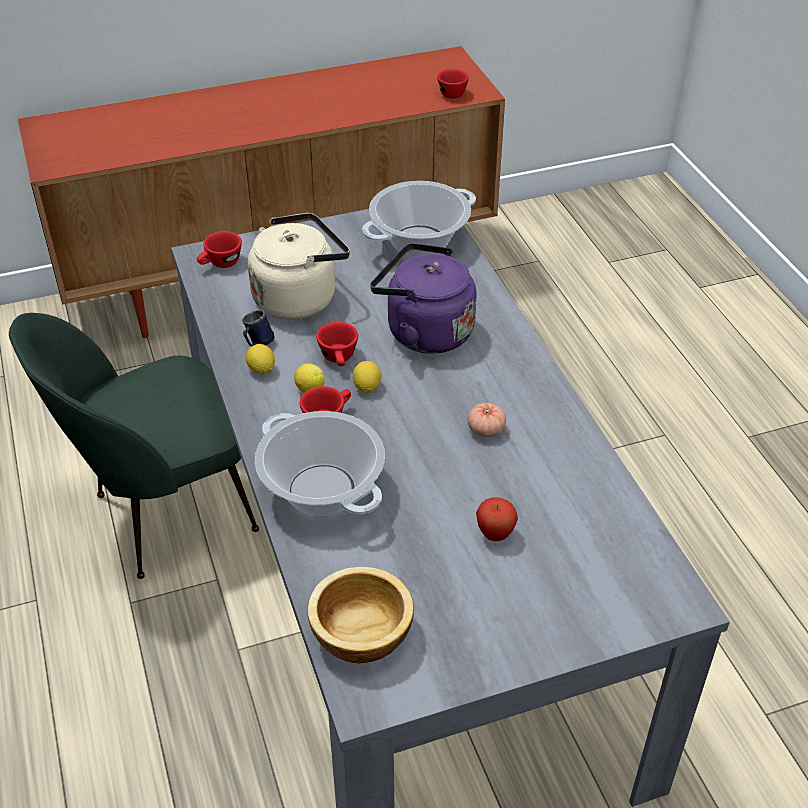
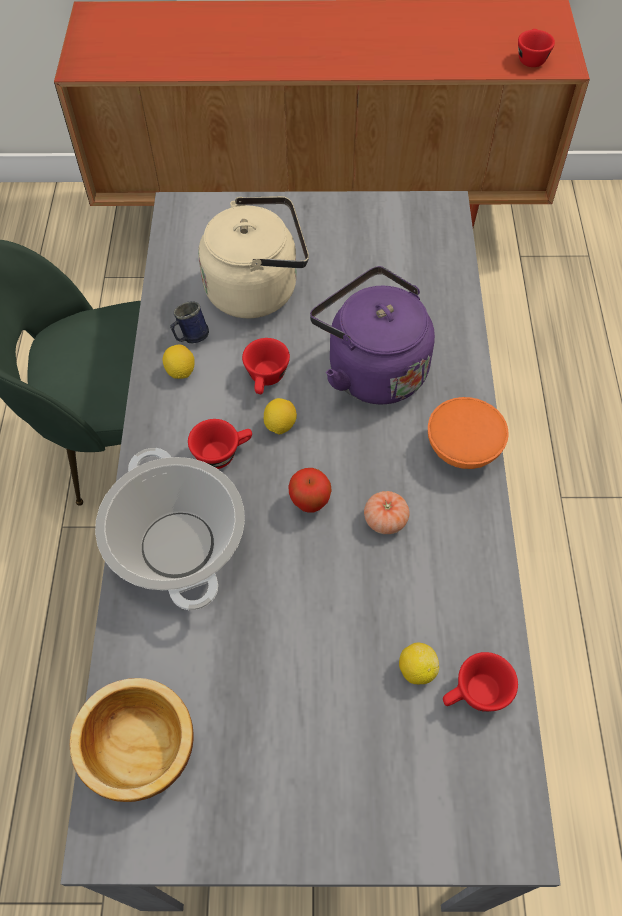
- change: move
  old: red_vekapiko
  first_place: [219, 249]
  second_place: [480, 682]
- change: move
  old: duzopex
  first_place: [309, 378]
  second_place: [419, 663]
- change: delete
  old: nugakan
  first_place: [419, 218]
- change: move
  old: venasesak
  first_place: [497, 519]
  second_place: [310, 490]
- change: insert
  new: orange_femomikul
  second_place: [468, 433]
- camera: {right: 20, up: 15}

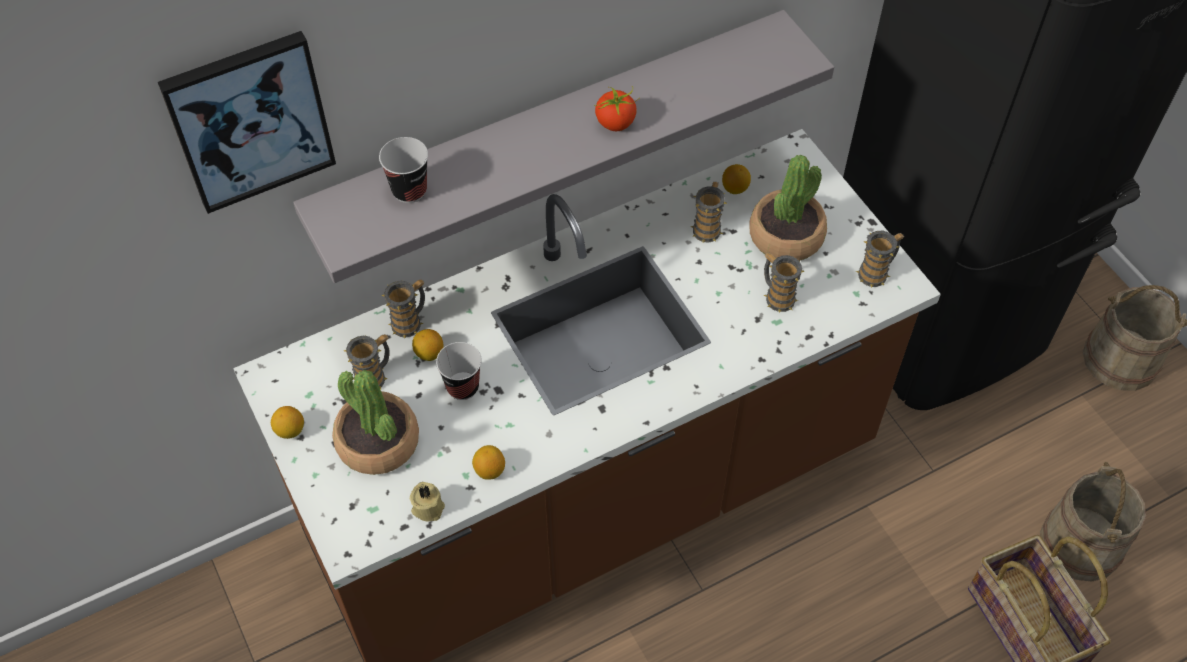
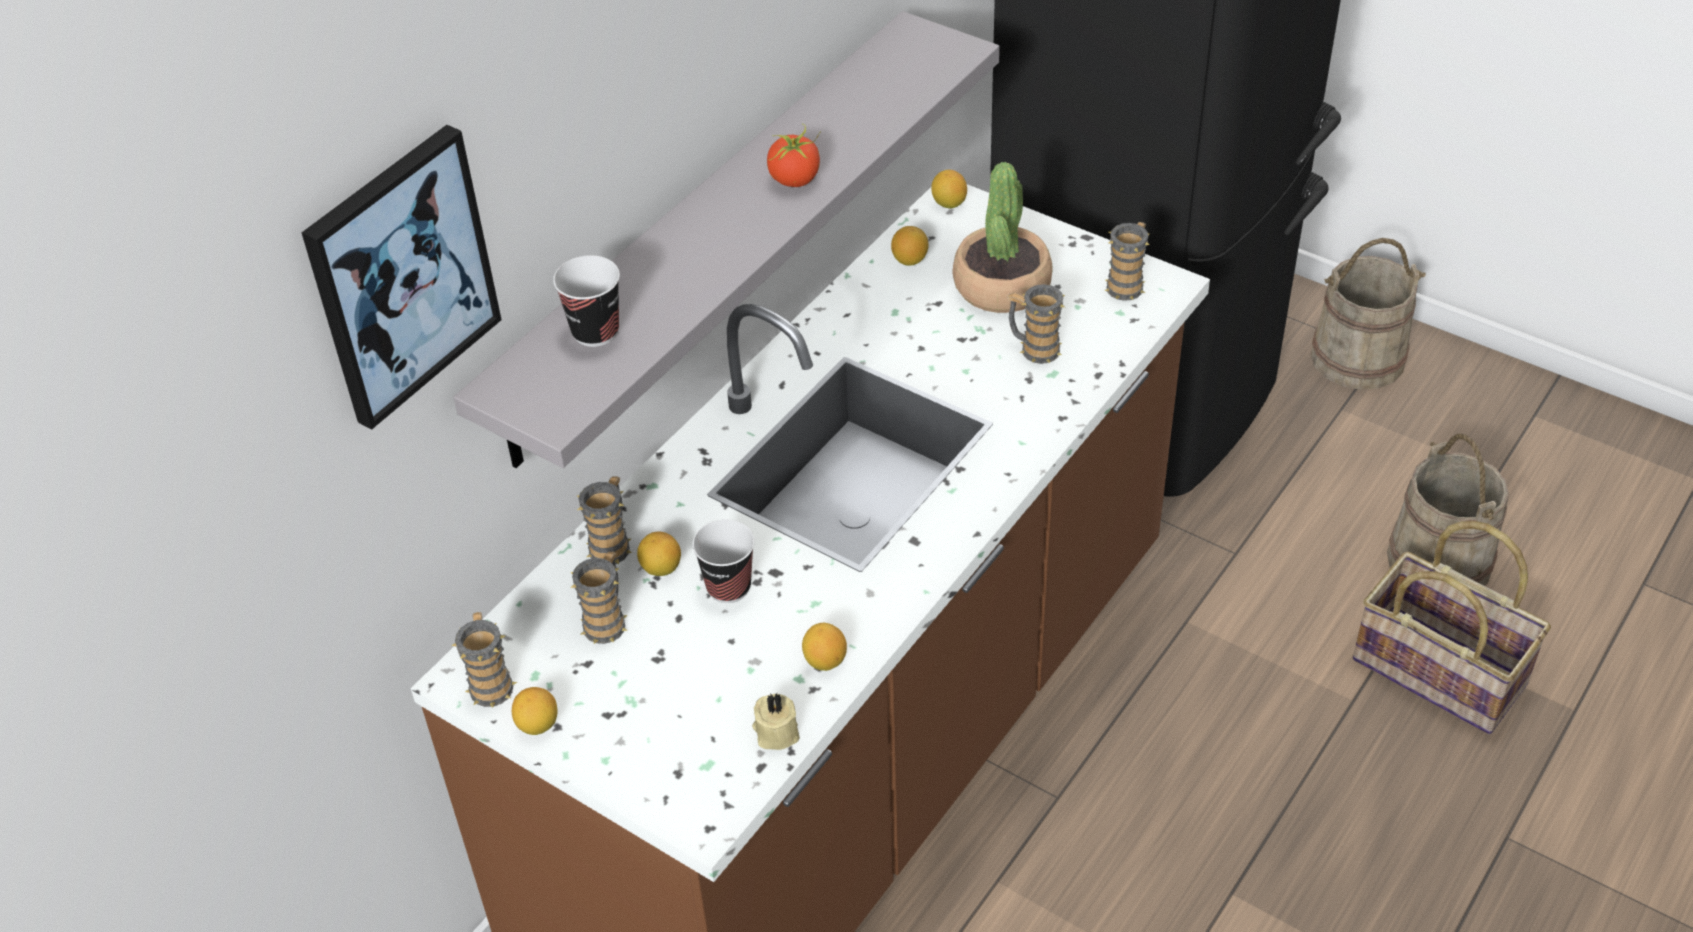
- change: delete
  old: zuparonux
  first_place: [375, 422]
- change: move
  old: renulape
  first_place: [709, 212]
  second_place: [484, 660]
- change: insert
  new: duzopex
  second_place: [949, 189]
- camera: {right: -25, up: -10}

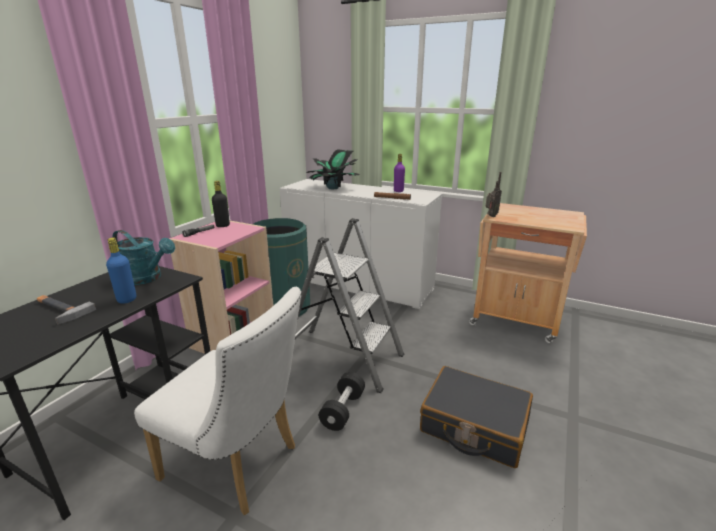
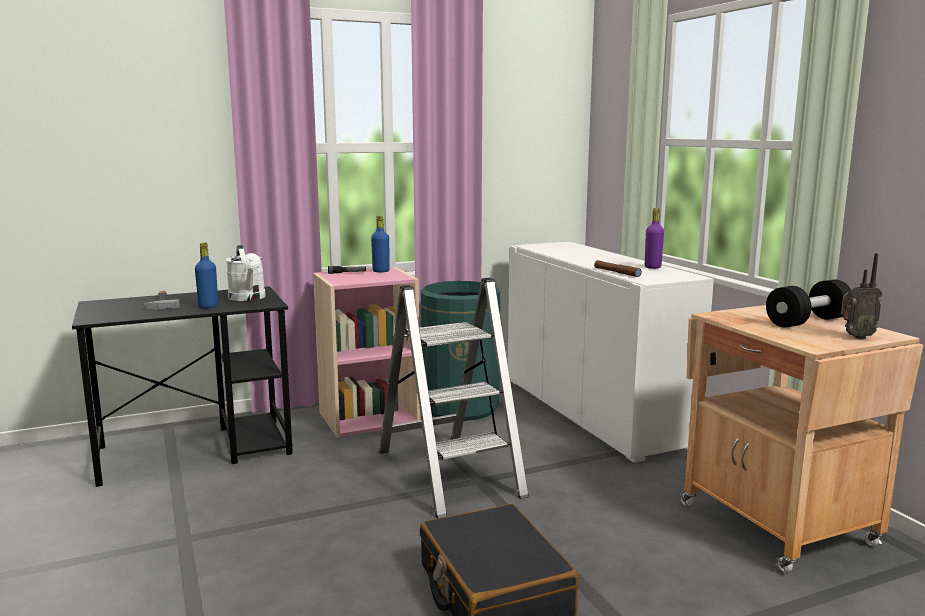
- change: recolor
  old: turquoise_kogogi
  new: white_kogogi
  first_place: [143, 257]
  second_place: [246, 273]
- change: delete
  old: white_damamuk
  first_place: [218, 401]
- change: recolor
  old: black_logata
  new: blue_logata
  first_place: [221, 204]
  second_place: [380, 244]
- change: delete
  old: zuparonux
  first_place: [333, 169]
- change: move
  old: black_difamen
  first_place: [342, 401]
  second_place: [808, 303]
- change: move
  old: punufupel
  first_place: [494, 194]
  second_place: [861, 296]
- camera: {right: 40, up: -10}

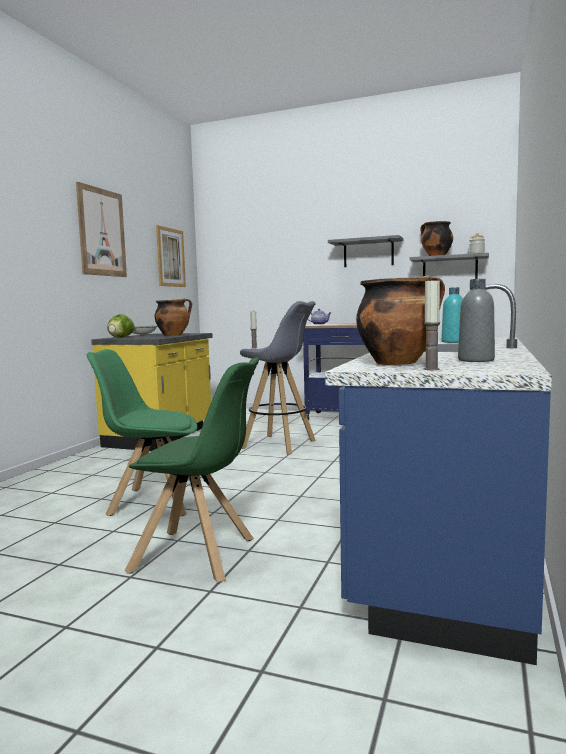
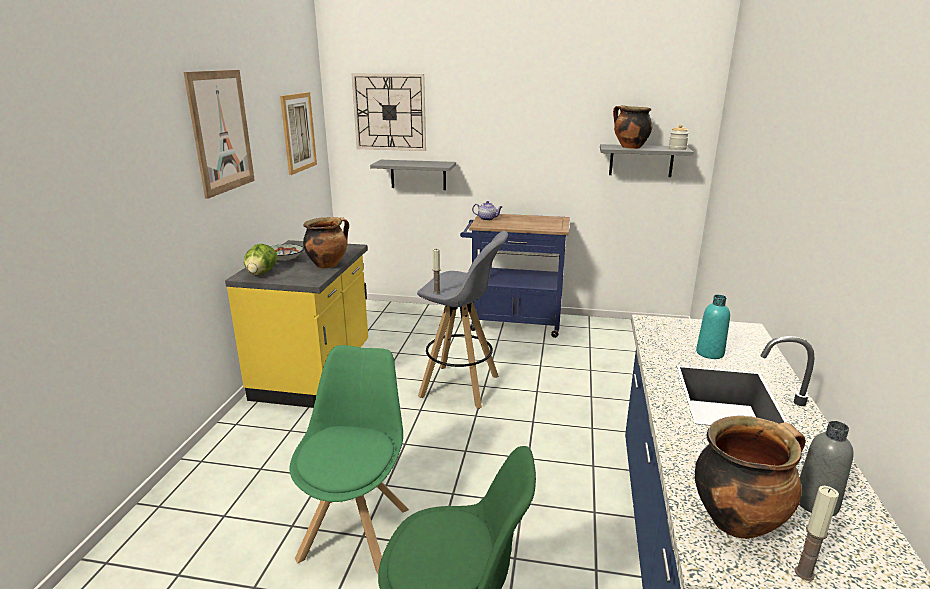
- change: rotate
  old: green_damamuk
  first_place: [145, 432]
  second_place: [349, 459]
  degrees: 105
- change: move
  old: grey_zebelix
  first_place: [365, 251]
  second_place: [413, 175]
- change: insert
  new: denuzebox
  second_place: [389, 112]
- camera: {right: -10, up: 15}

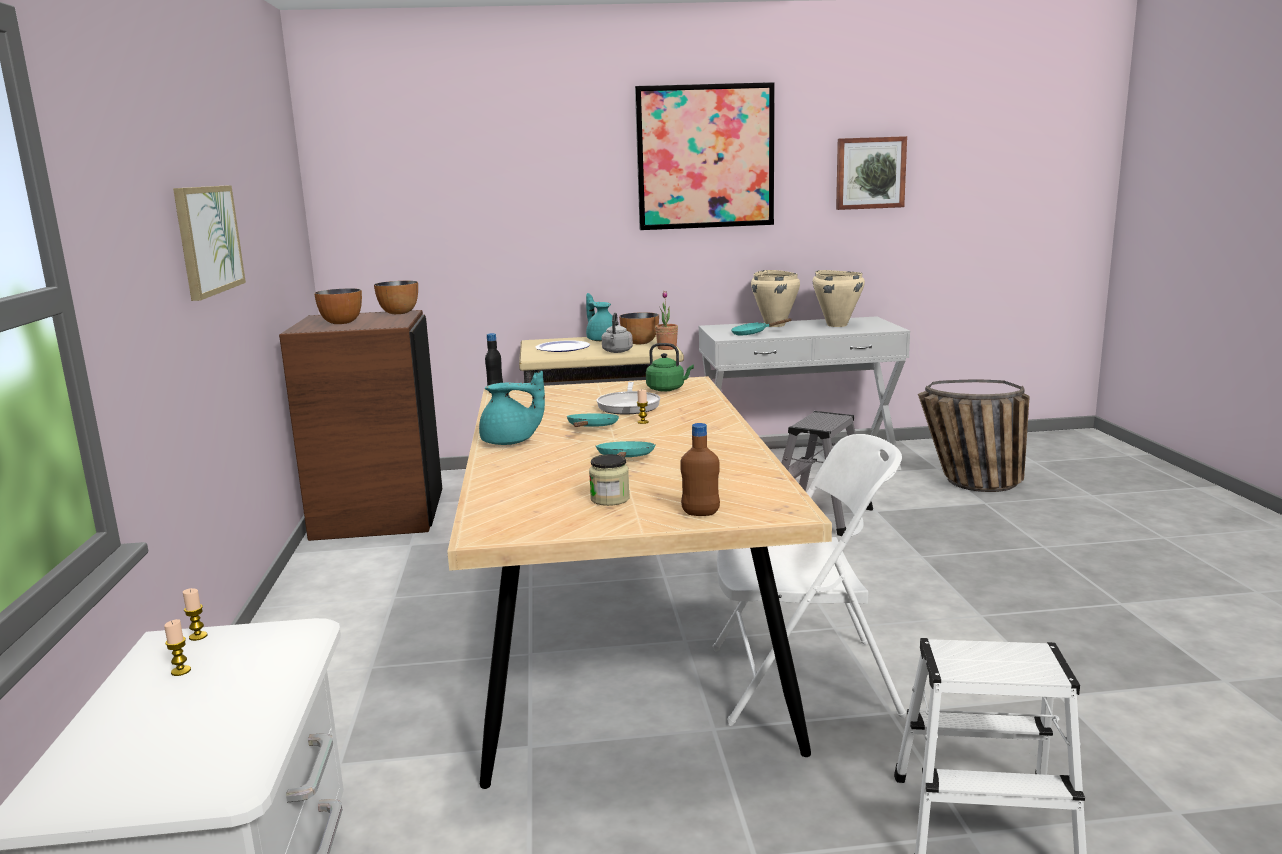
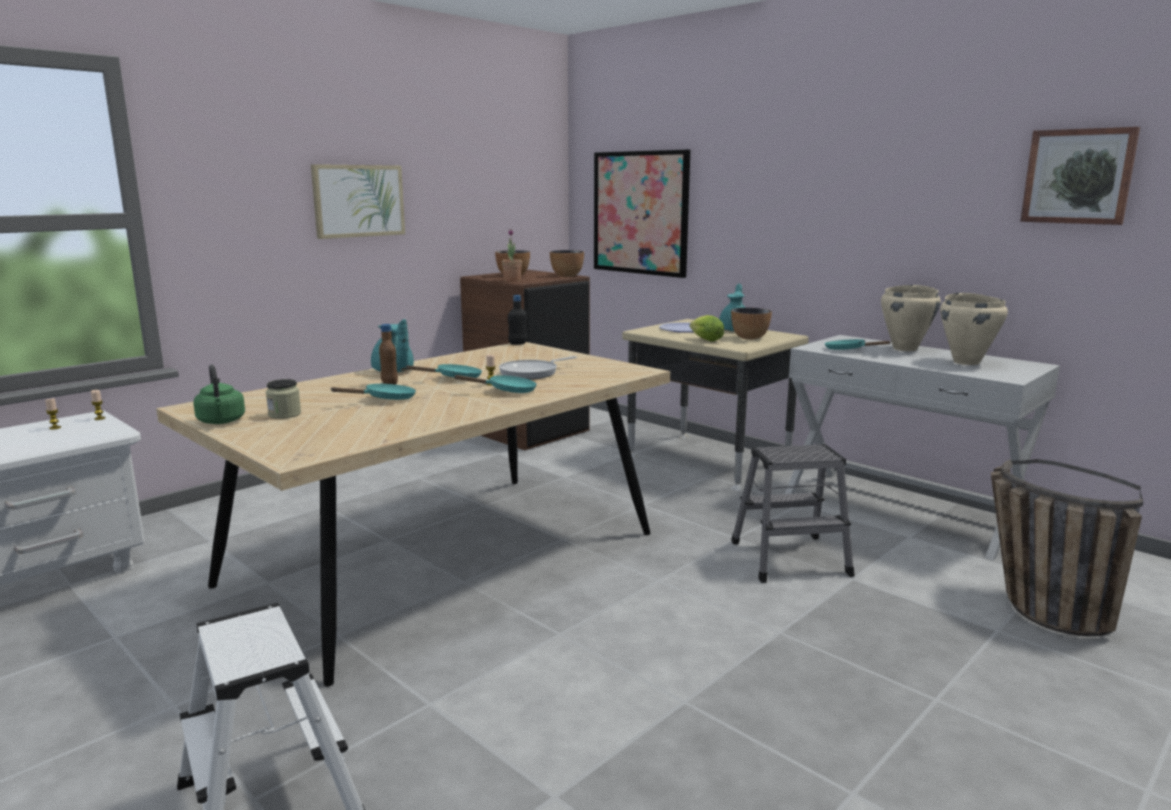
- change: replace
  old: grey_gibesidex
  new: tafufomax
  first_place: [617, 333]
  second_place: [707, 328]
- change: move
  old: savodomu
  first_place: [705, 156]
  second_place: [642, 213]
- change: move
  old: green_gibesidex
  first_place: [670, 367]
  second_place: [219, 394]
- change: move
  old: zuparonux
  first_place: [666, 320]
  second_place: [512, 255]
- change: move
  old: brown_logata
  first_place: [700, 469]
  second_place: [388, 354]
- change: delete
  old: white_damamuk
  first_place: [809, 580]
- change: insert
  new: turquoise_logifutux
  second_place: [495, 384]
- camera: {right: 50, up: 0}

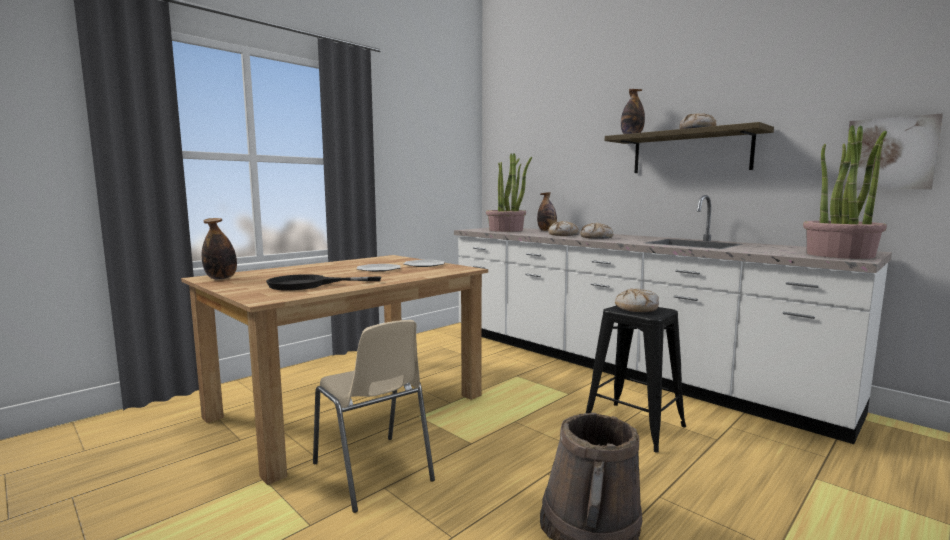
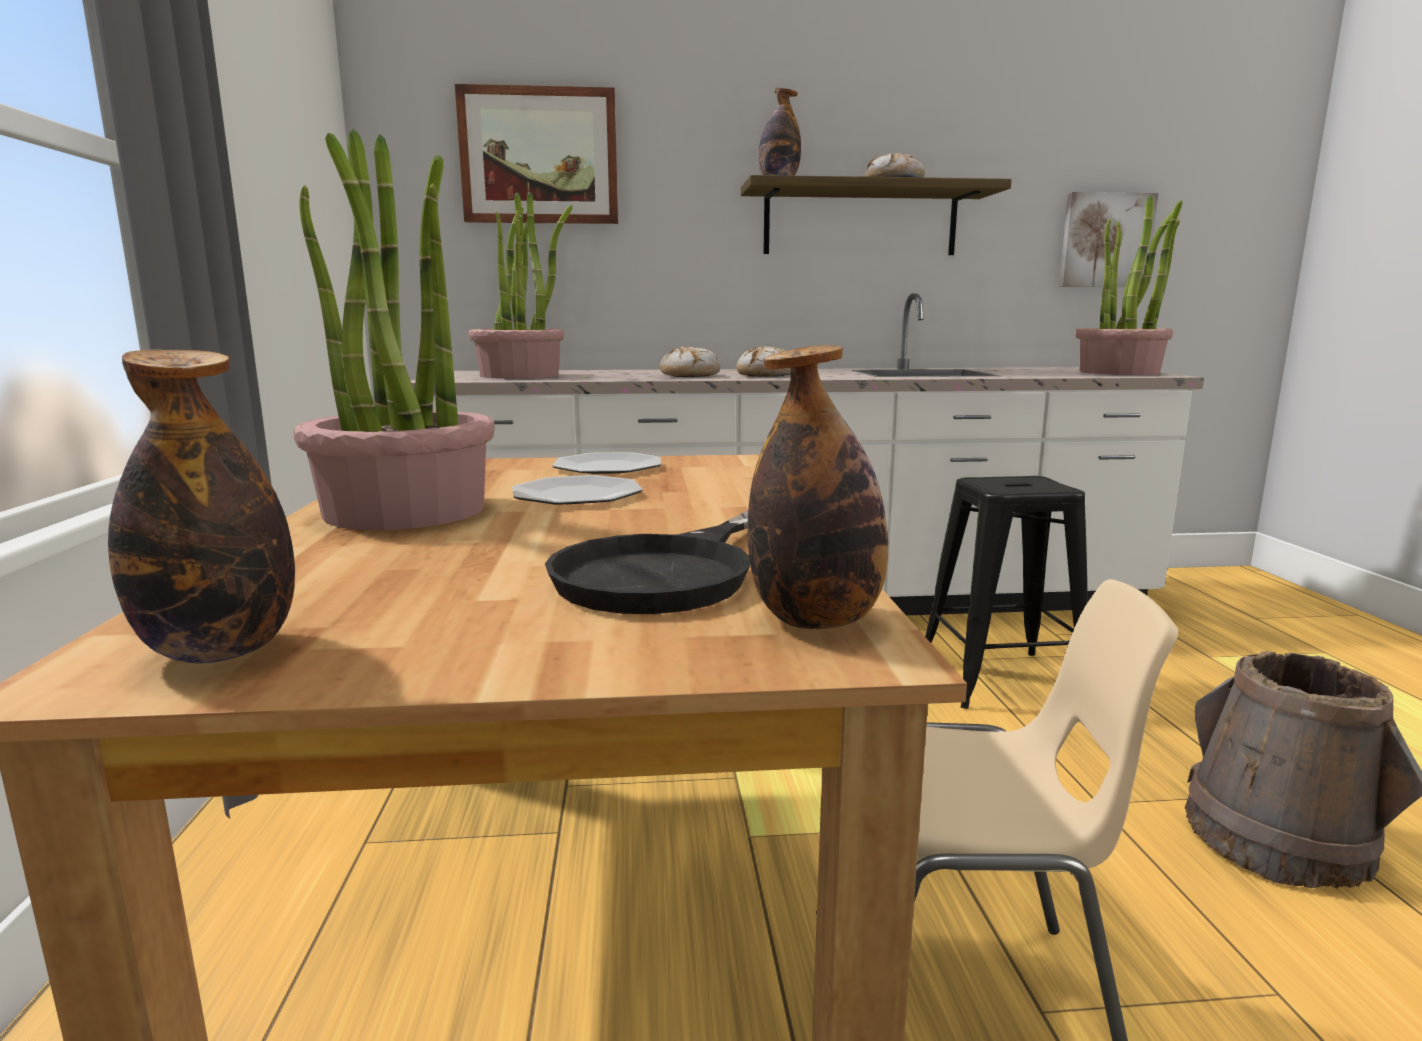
- change: move
  old: logata
  first_place: [547, 211]
  second_place: [818, 487]
- change: delete
  old: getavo
  first_place: [637, 300]
- change: insert
  new: zuparonux
  second_place: [394, 329]
- change: insert
  new: savodomu
  second_place: [536, 154]
- camera: {right: -50, up: 5}

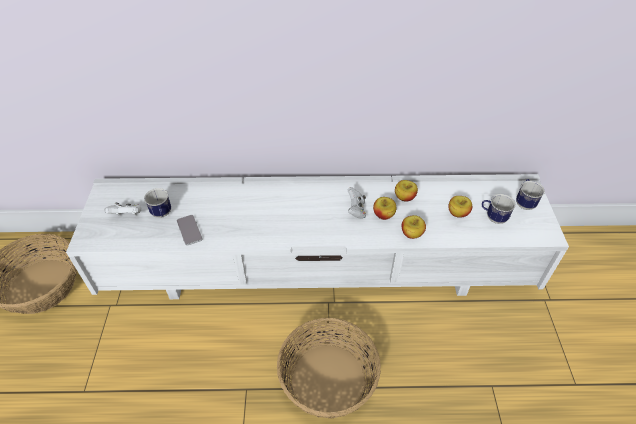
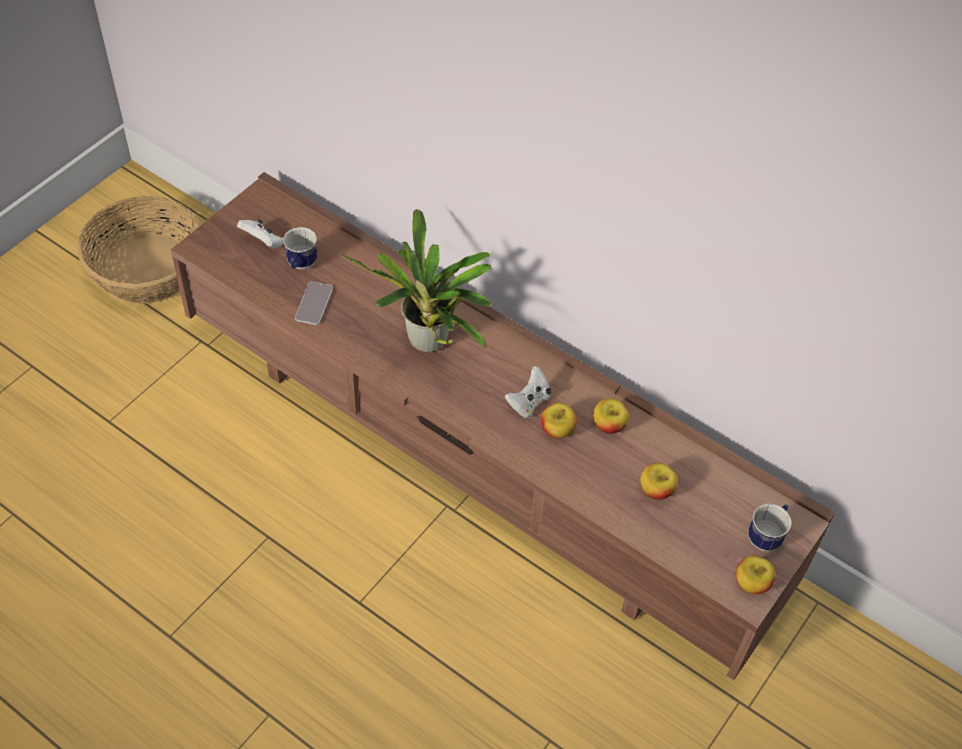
- change: recolor
  old: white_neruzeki
  new: brown_neruzeki
  first_place: [317, 236]
  second_place: [503, 426]
- change: delete
  old: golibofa
  first_place: [329, 368]
- change: move
  old: venasesak
  first_place: [414, 227]
  second_place: [755, 575]
- change: delete
  old: renulape
  first_place: [498, 209]
- change: insert
  new: zuparonux
  second_place: [417, 280]
- camera: {right: 35, up: 5}

